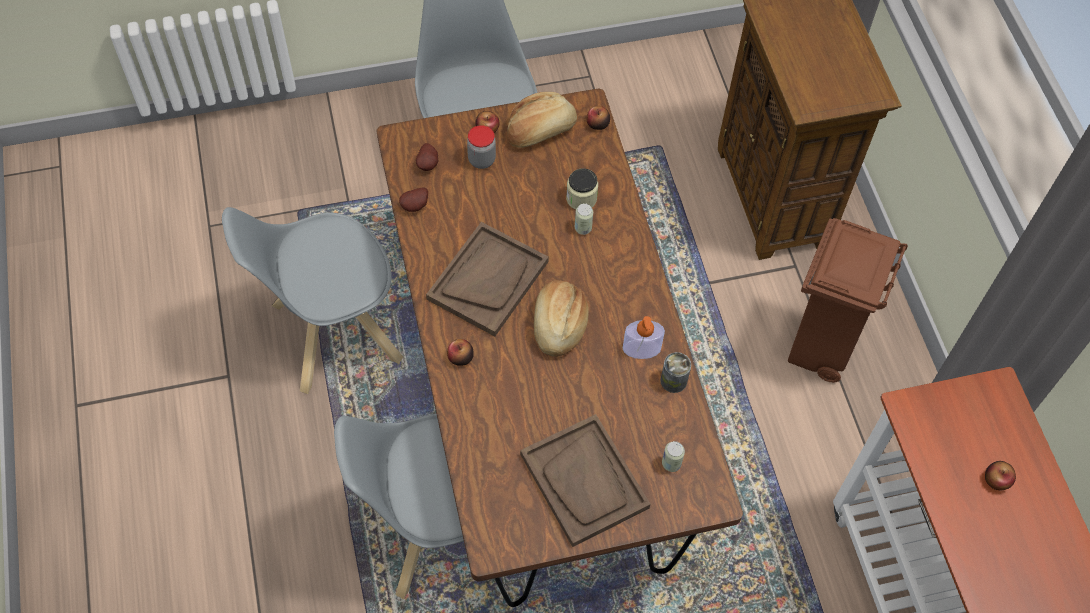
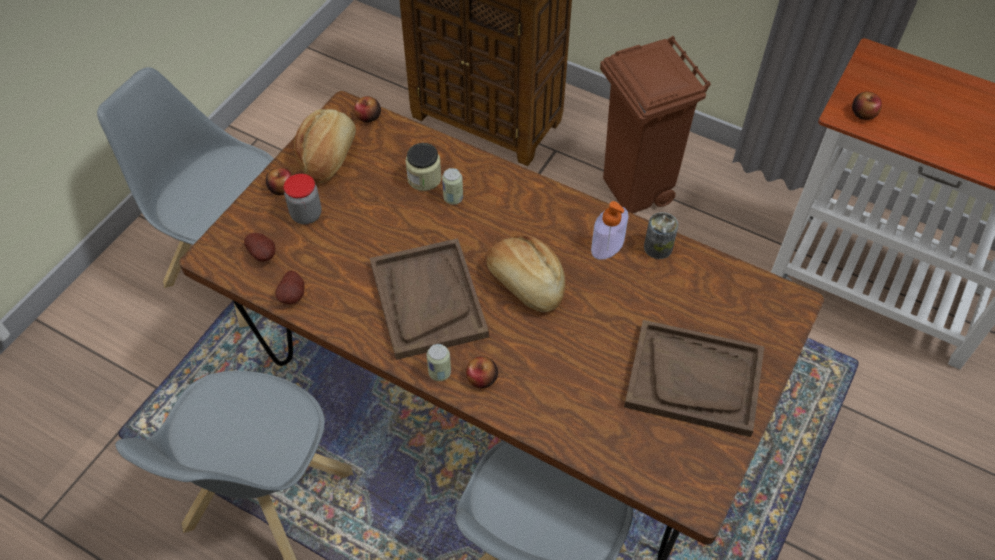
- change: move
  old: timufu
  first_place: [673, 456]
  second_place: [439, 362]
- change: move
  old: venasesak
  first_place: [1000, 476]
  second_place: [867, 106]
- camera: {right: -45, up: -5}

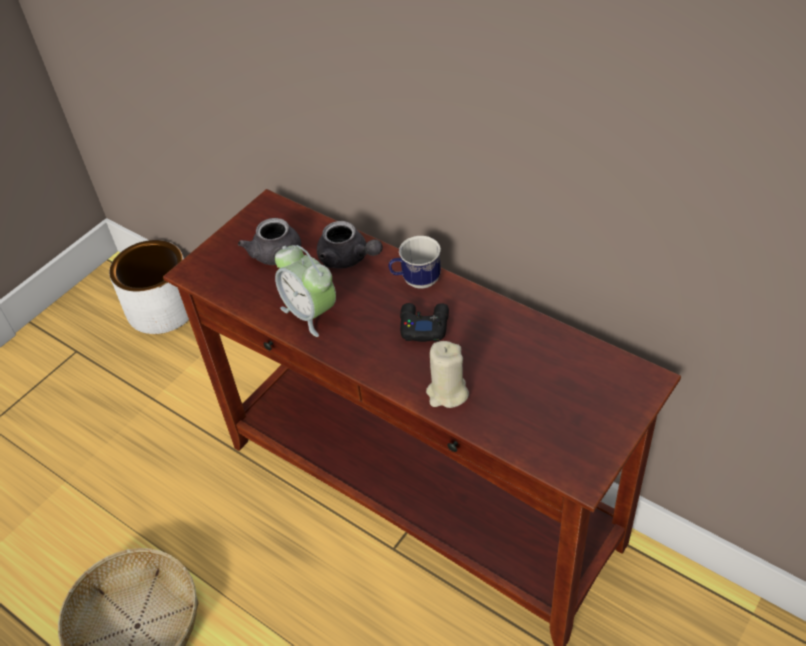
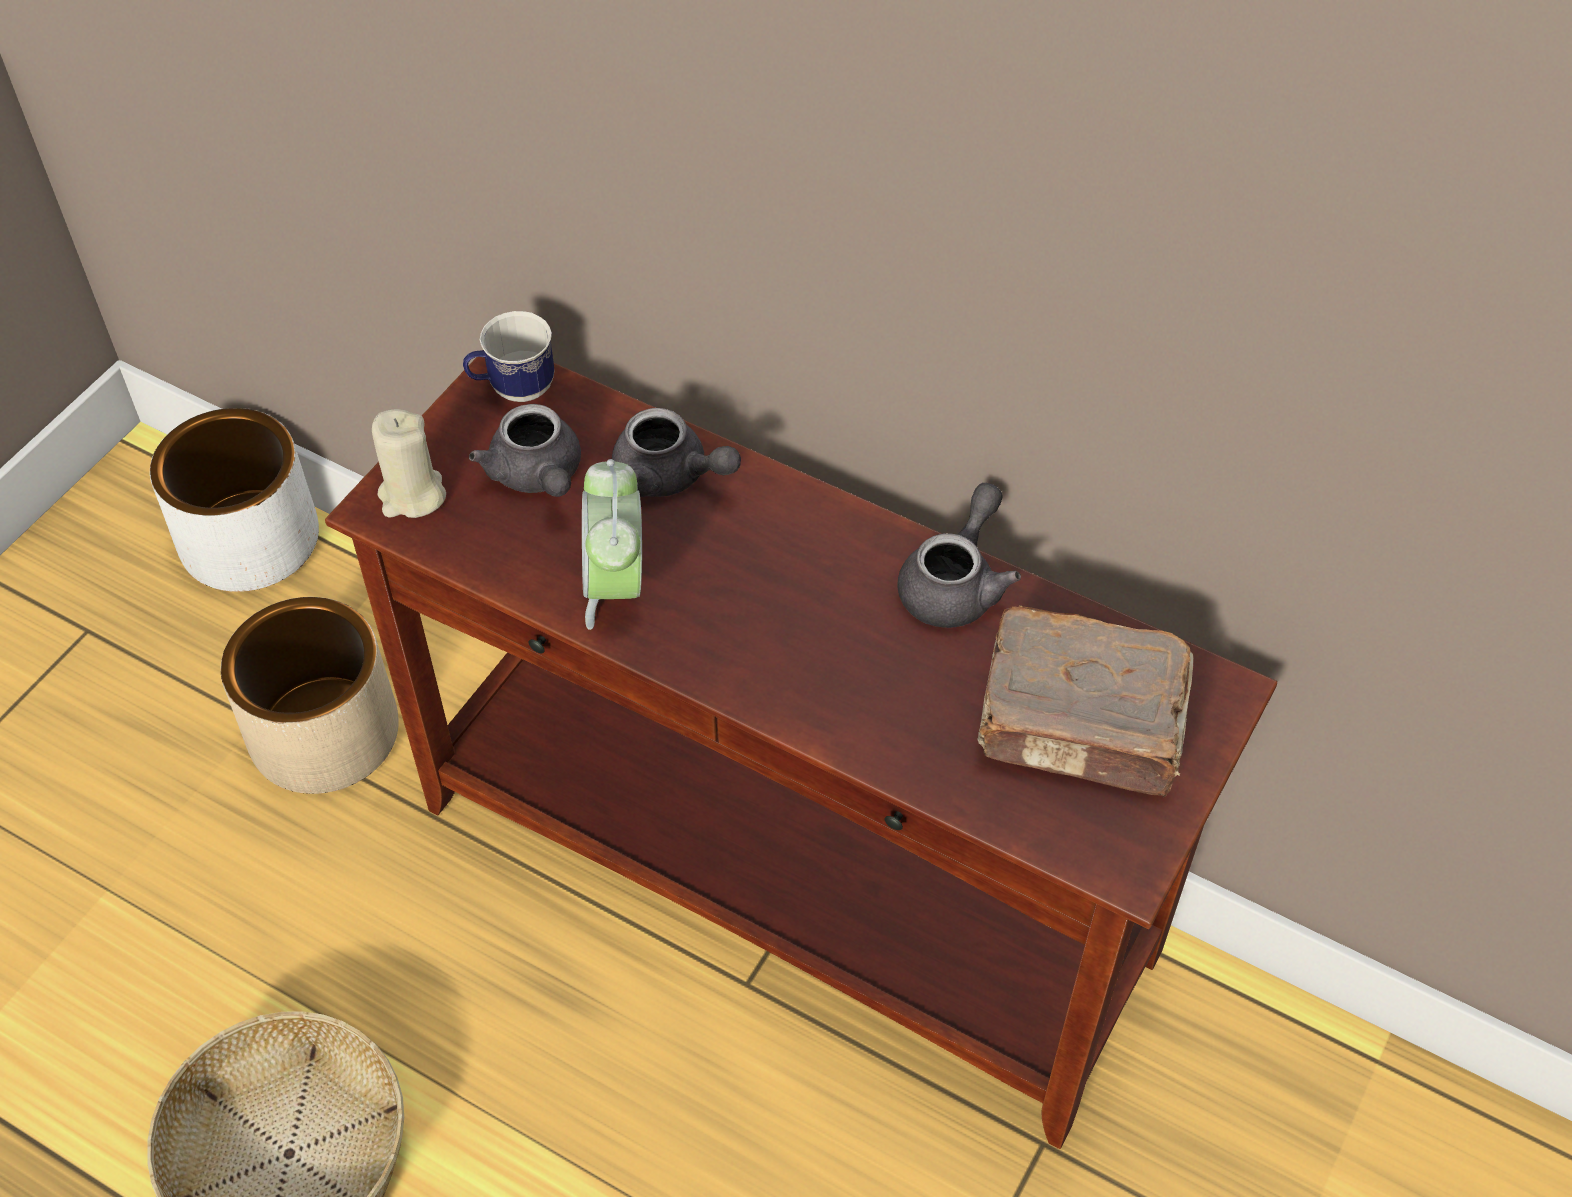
- change: rotate
  old: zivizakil
  first_place: [305, 291]
  second_place: [612, 544]
  degrees: 45
- change: move
  old: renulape
  first_place: [414, 262]
  second_place: [509, 356]
- change: delete
  old: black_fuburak
  first_place: [424, 322]
- change: move
  old: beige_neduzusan
  first_place: [447, 374]
  second_place: [409, 463]
- change: insert
  new: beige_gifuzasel
  second_place: [310, 695]
- change: insert
  new: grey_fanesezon
  second_place: [959, 555]
- change: insert
  new: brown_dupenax
  second_place: [1085, 701]
- camera: {right: -10, up: 5}

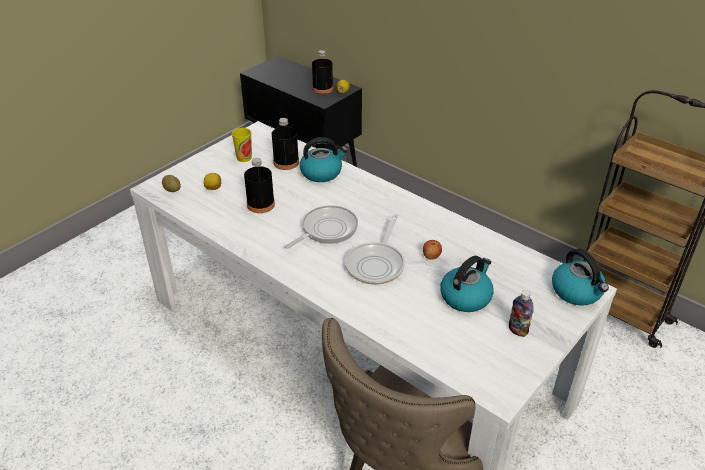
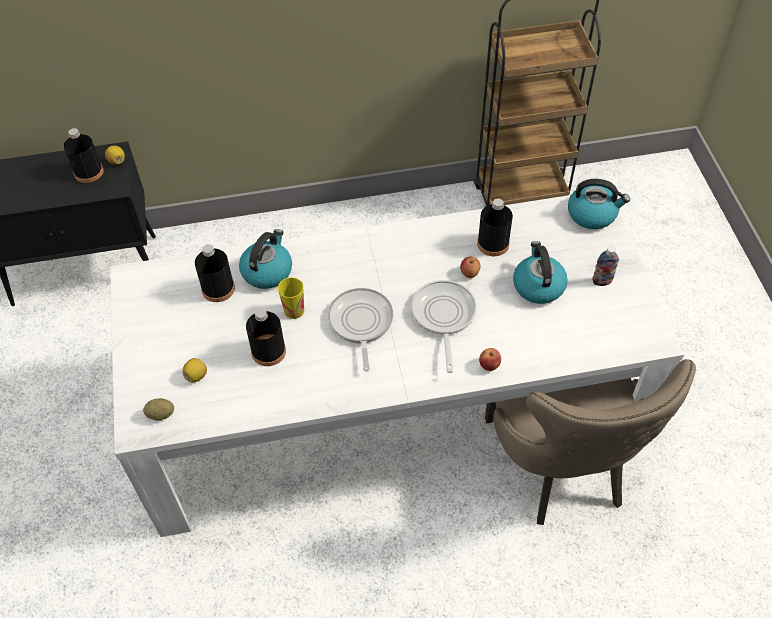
- change: move
  old: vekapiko
  first_place: [242, 145]
  second_place: [291, 298]
- change: rotate
  old: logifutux
  first_place: [375, 249]
  second_place: [444, 326]
  degrees: -150
- change: insert
  new: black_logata
  second_place: [495, 227]
- change: insert
  new: venasesak
  second_place: [490, 359]
- camera: {right: -50, up: 15}

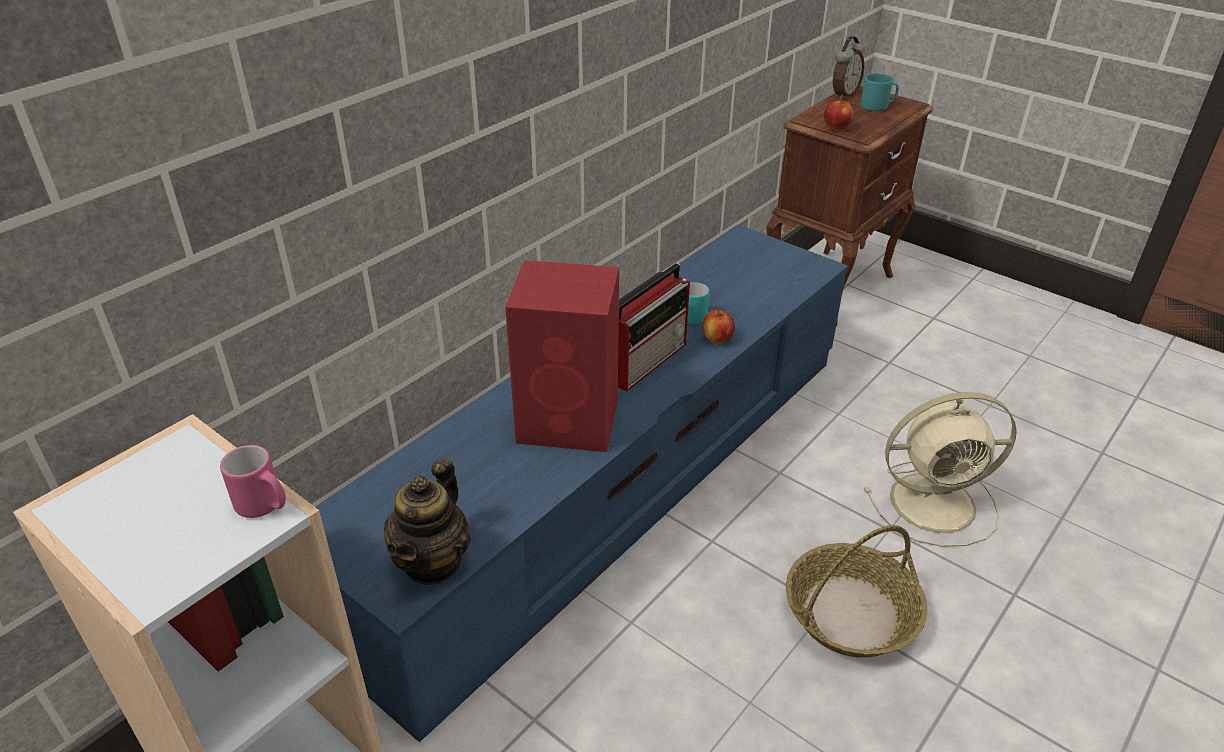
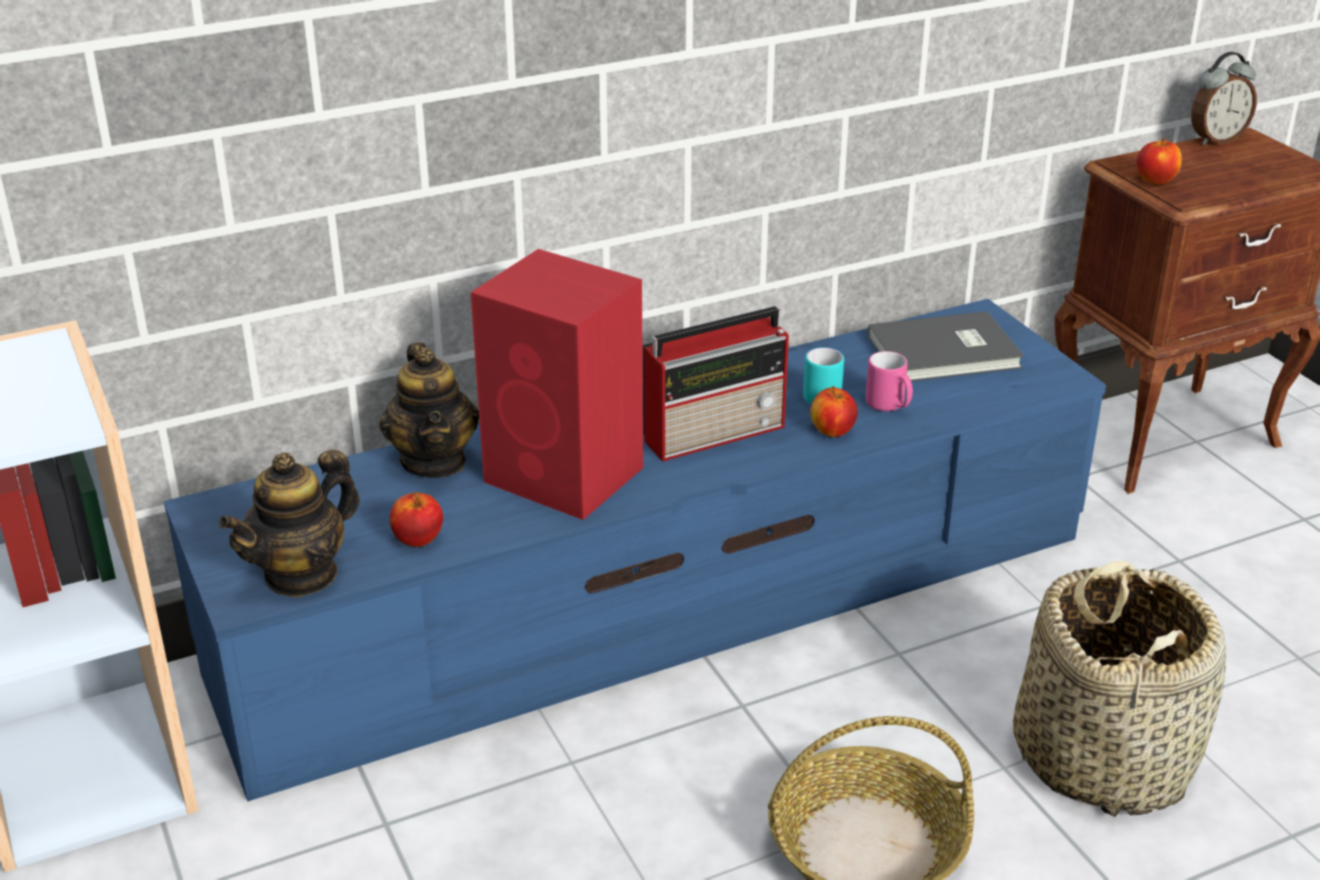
- change: move
  old: pink_renulape
  first_place: [253, 481]
  second_place: [889, 381]
- change: delete
  old: turquoise_renulape
  first_place: [880, 92]
- change: replace
  old: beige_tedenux
  new: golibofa
  first_place: [940, 469]
  second_place: [1119, 689]
- change: insert
  new: fanesezon
  second_place: [429, 410]
- change: insert
  new: venasesak
  second_place: [416, 519]
- change: insert
  new: grey_dupenax
  second_place: [946, 346]
- camera: {right: 25, up: -5}

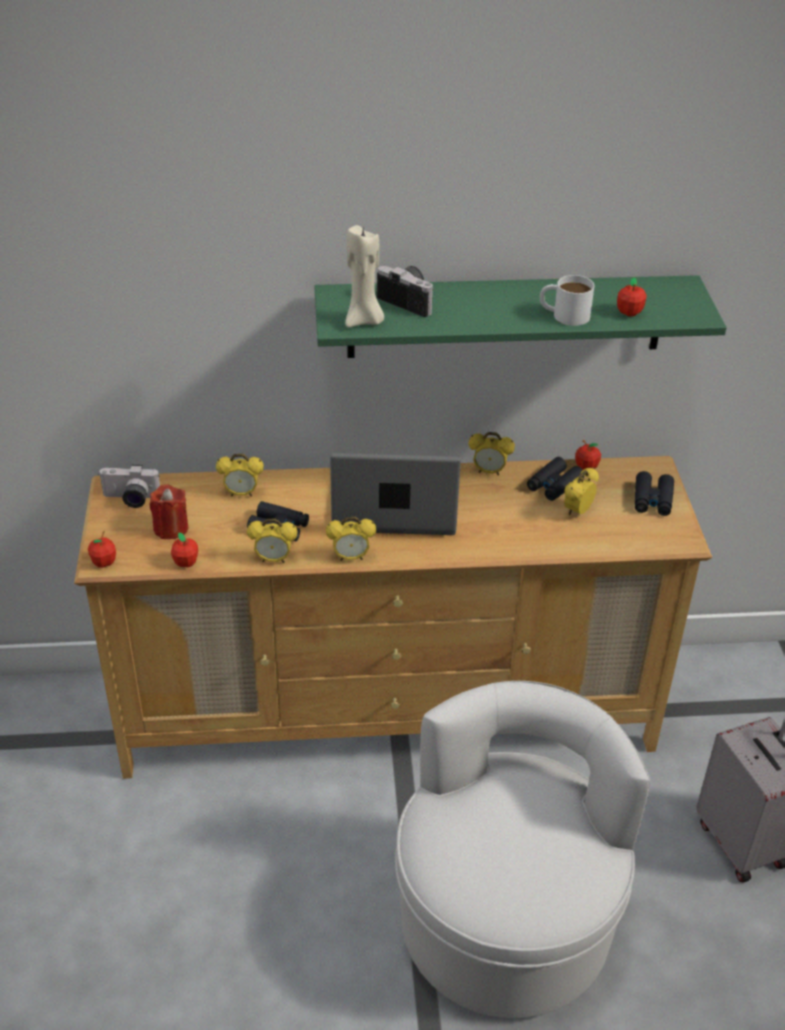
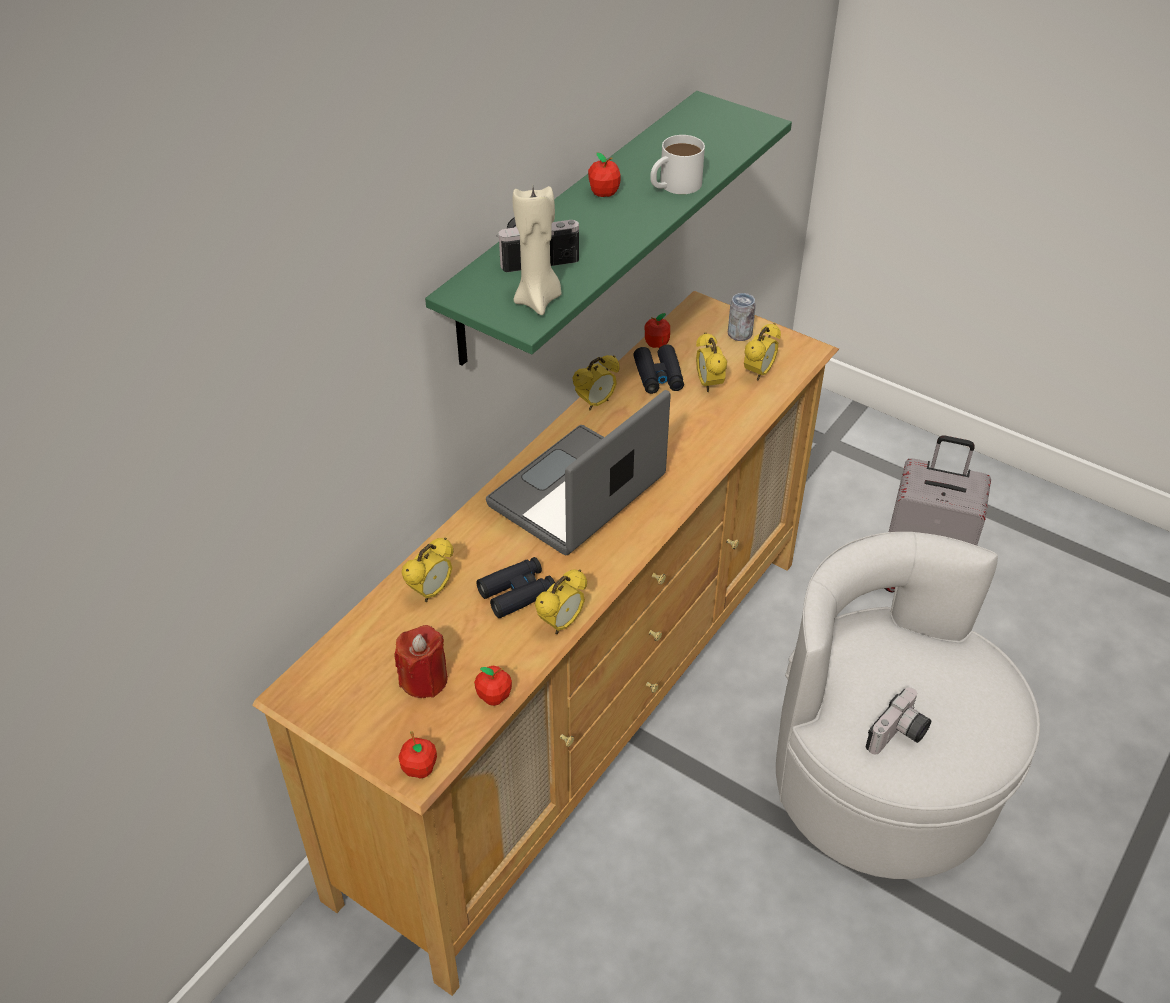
- change: move
  old: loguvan
  first_place: [129, 486]
  second_place: [898, 720]
- change: move
  old: zivizakil
  first_place: [351, 539]
  second_place: [762, 352]
- change: move
  old: venasesak
  first_place: [632, 296]
  second_place: [604, 174]
- change: replace
  old: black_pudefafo
  new: timufu
  first_place: [654, 493]
  second_place: [742, 317]
- camera: {right: -50, up: 5}

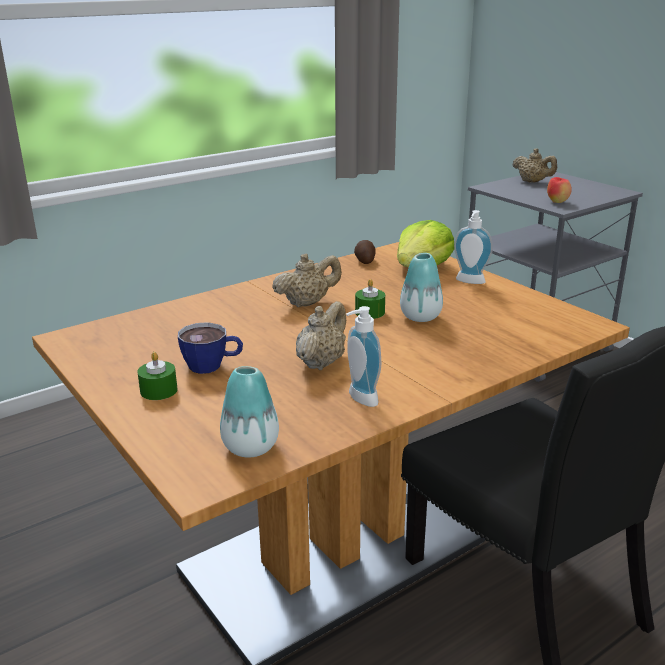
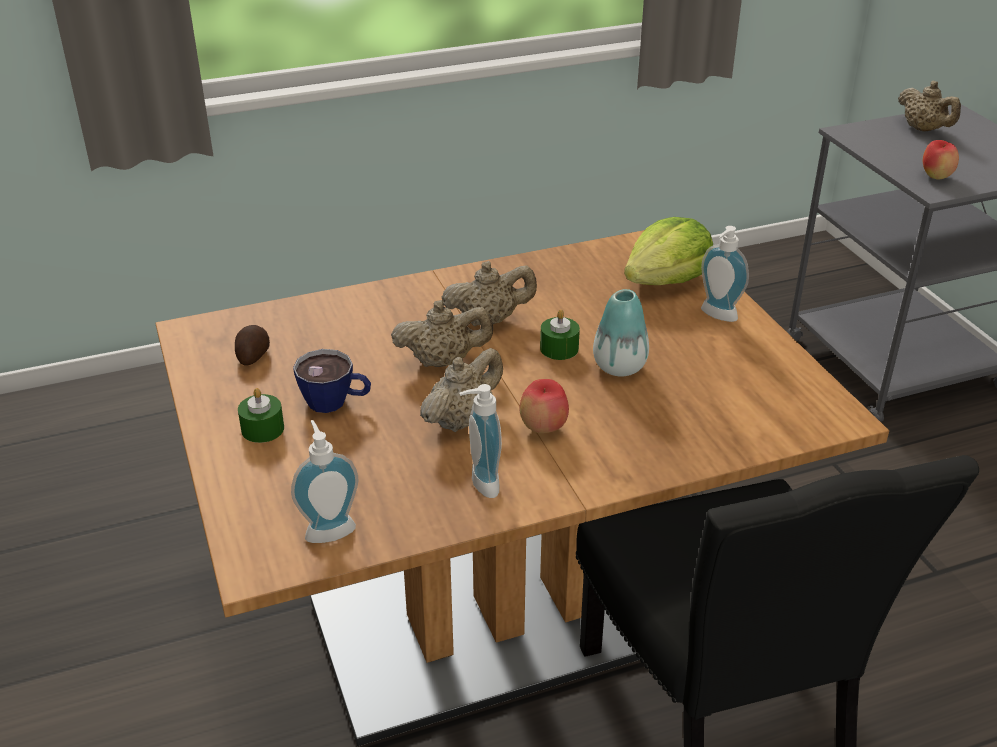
- change: replace
  old: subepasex
  new: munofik
  first_place: [249, 411]
  second_place: [325, 481]
- change: move
  old: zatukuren
  first_place: [365, 252]
  second_place: [252, 345]
- change: insert
  new: beige_fanesezon
  second_place: [442, 333]
- change: insert
  new: venasesak
  second_place: [544, 406]
- camera: {right: 15, up: 10}

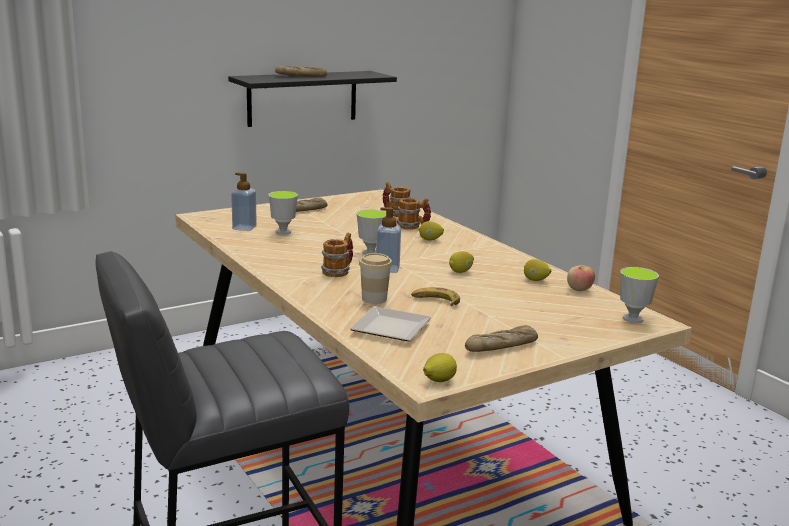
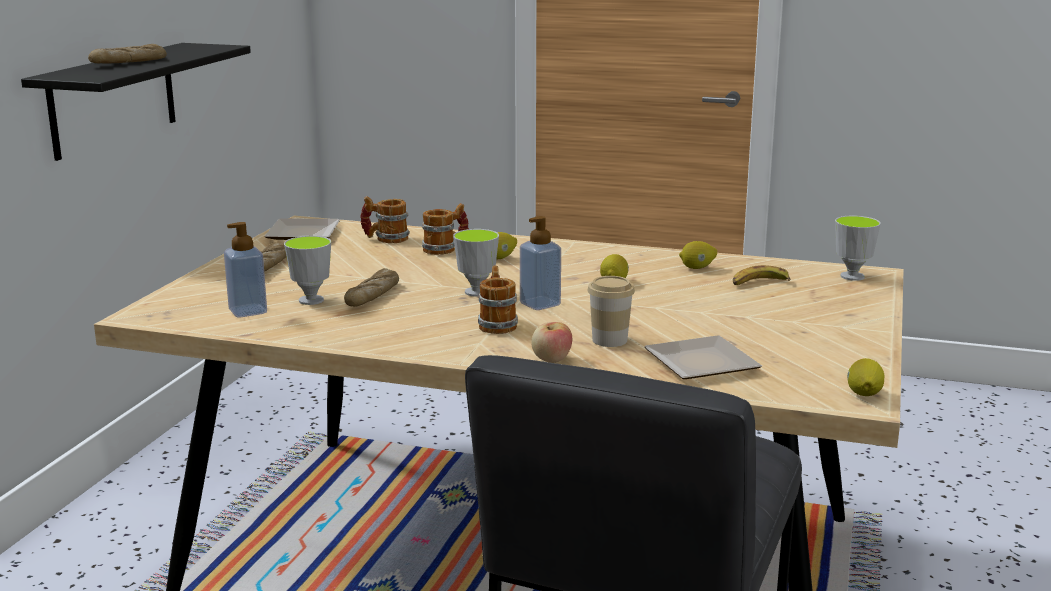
- change: move
  old: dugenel
  first_place: [435, 296]
  second_place: [761, 275]
- change: move
  old: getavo
  first_place: [501, 338]
  second_place: [371, 287]
- change: move
  old: venasesak
  first_place: [581, 278]
  second_place: [551, 342]
- change: insert
  new: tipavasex
  second_place: [302, 229]
- camera: {right: -40, up: 0}

